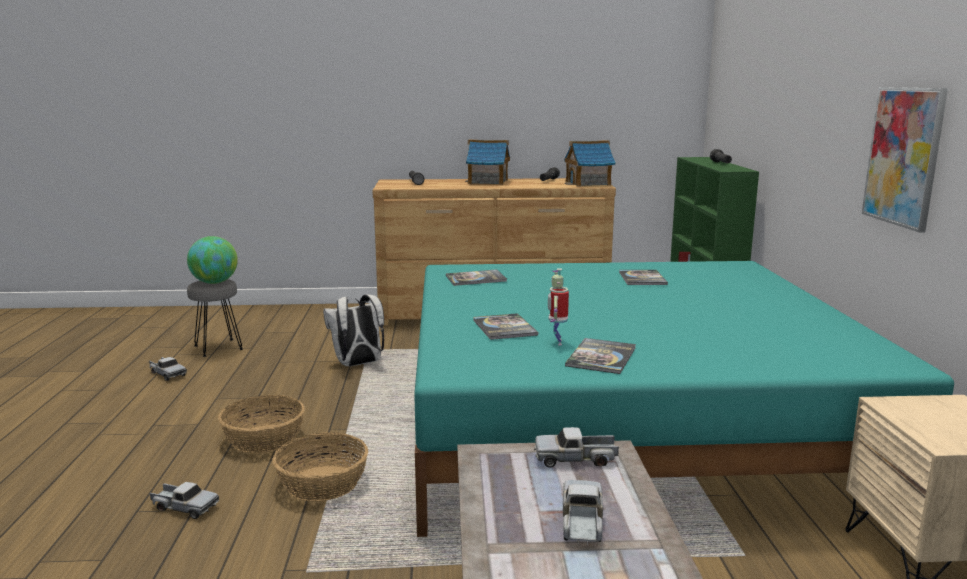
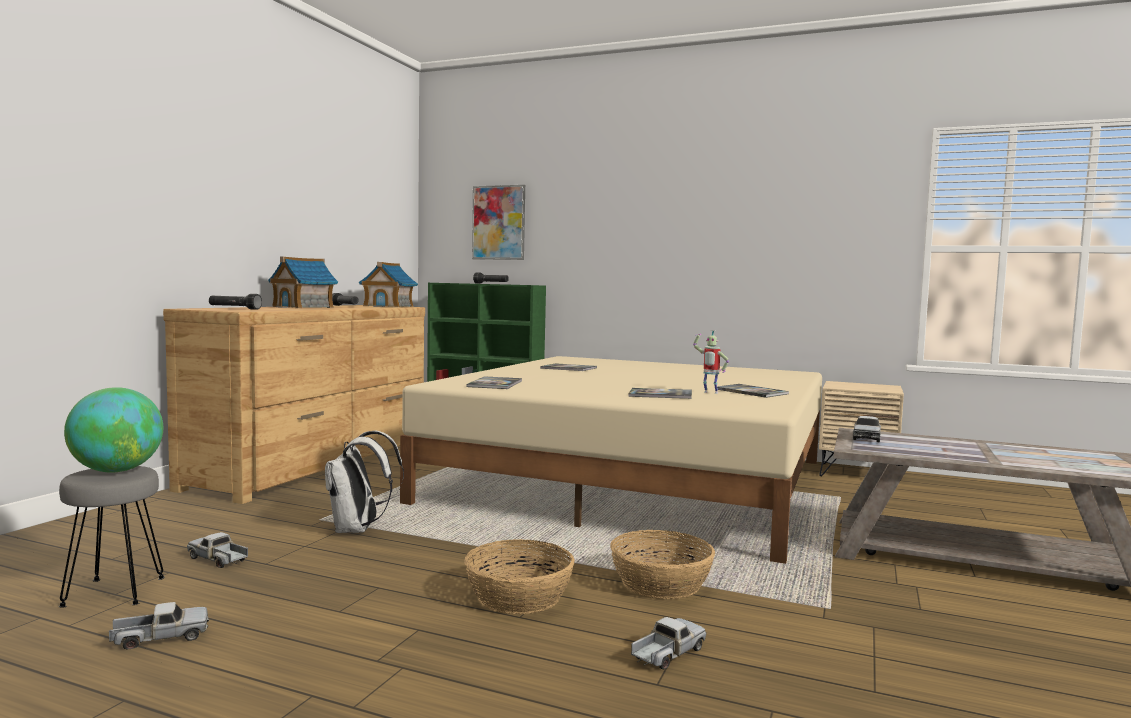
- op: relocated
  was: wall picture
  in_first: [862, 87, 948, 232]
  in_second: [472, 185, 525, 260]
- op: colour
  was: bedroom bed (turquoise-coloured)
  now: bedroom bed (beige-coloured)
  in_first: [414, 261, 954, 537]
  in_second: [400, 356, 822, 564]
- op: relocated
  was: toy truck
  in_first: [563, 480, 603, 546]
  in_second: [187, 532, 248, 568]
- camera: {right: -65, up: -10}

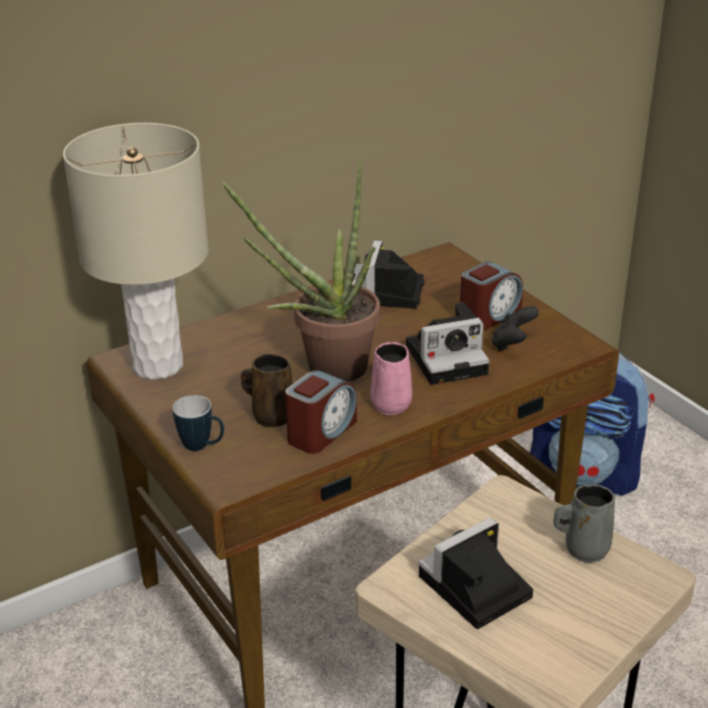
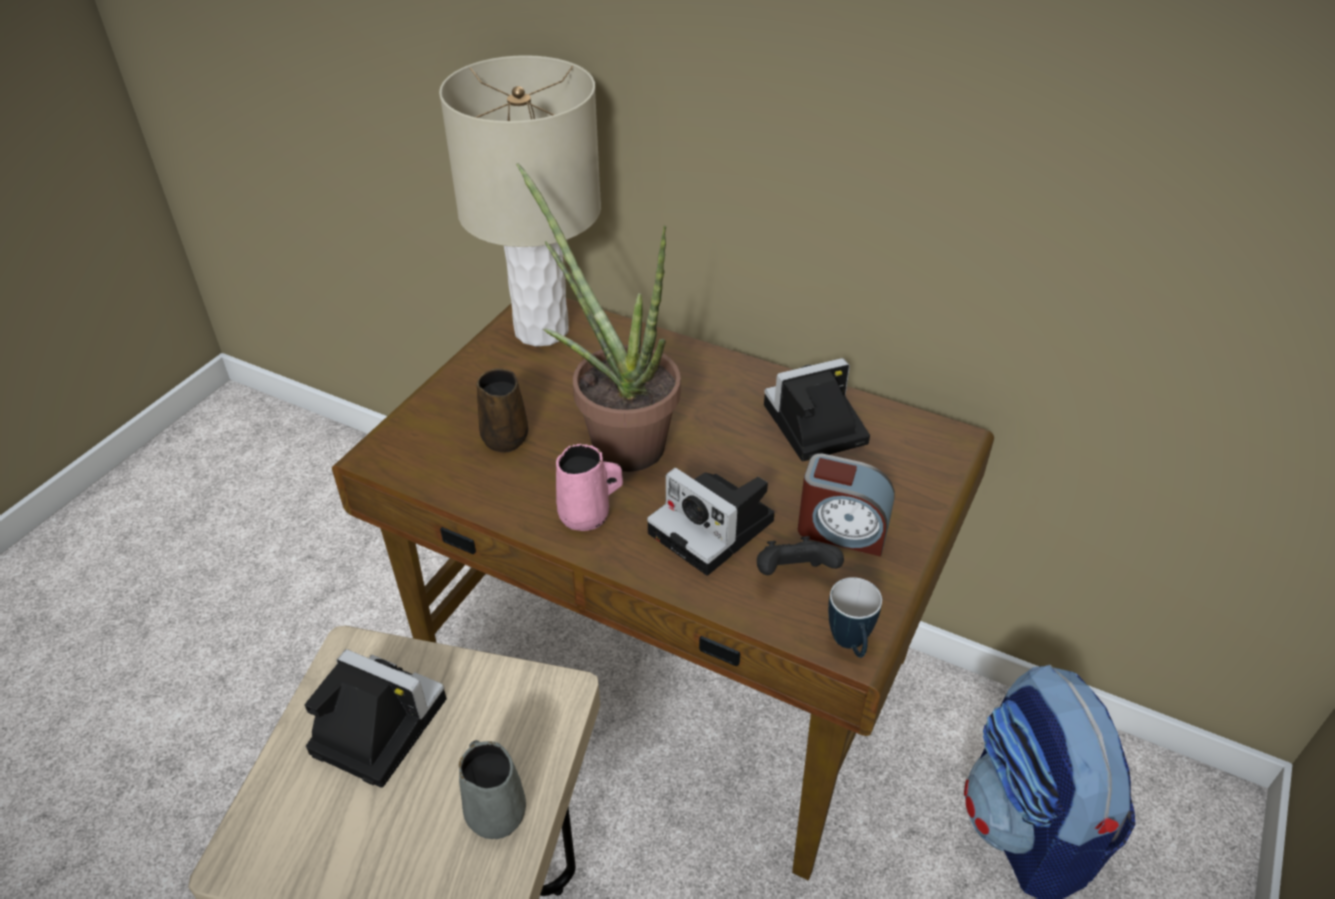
- op: missing
  was: table clock
  in_first: [285, 370, 357, 454]
- op: relocated
  was: tea mug
  in_first: [173, 395, 224, 451]
  in_second: [828, 577, 882, 658]
- camera: {right: 60, up: 10}

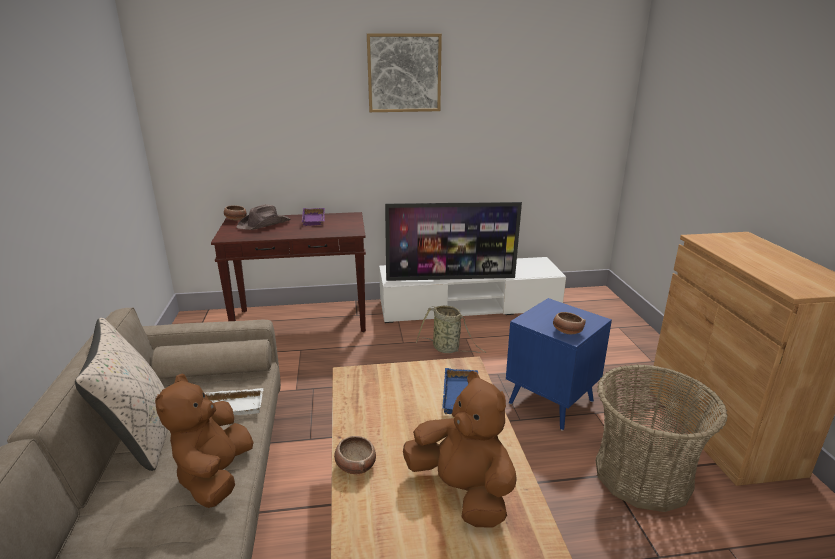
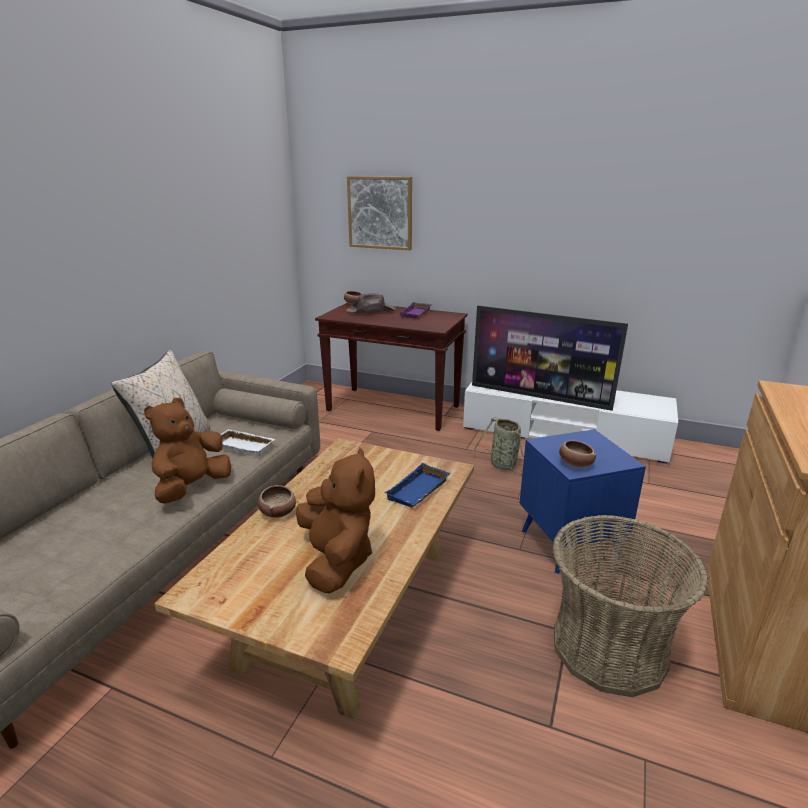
- op: relocated
  was: wall picture
  in_first: [367, 33, 442, 112]
  in_second: [347, 176, 412, 250]
- camera: {right: 30, up: 0}

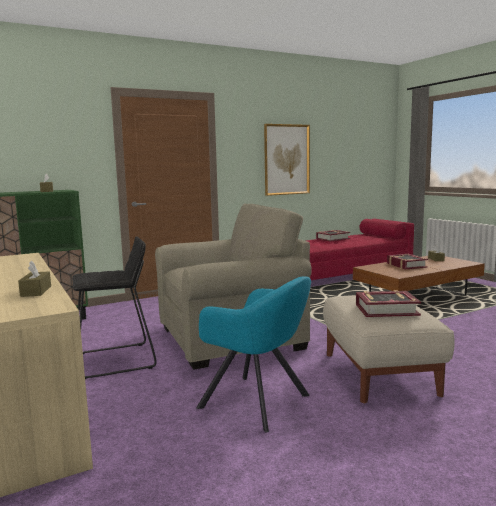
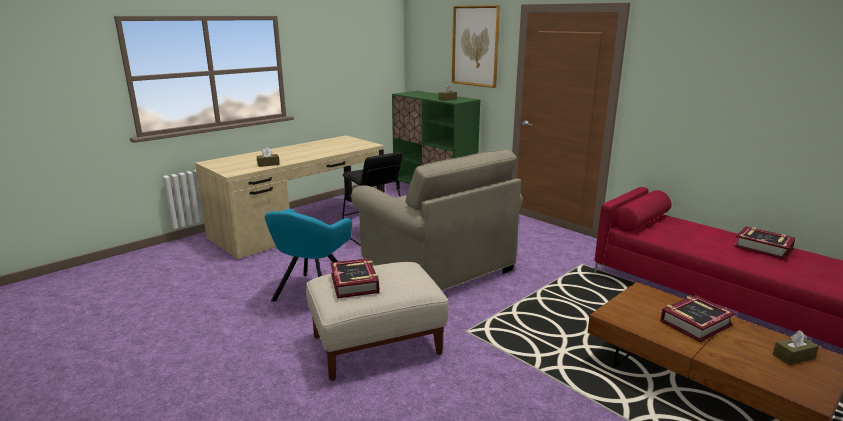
- op: relocated
  was: wall picture
  in_first: [264, 124, 310, 196]
  in_second: [452, 5, 500, 88]
- camera: {right: 75, up: 10}

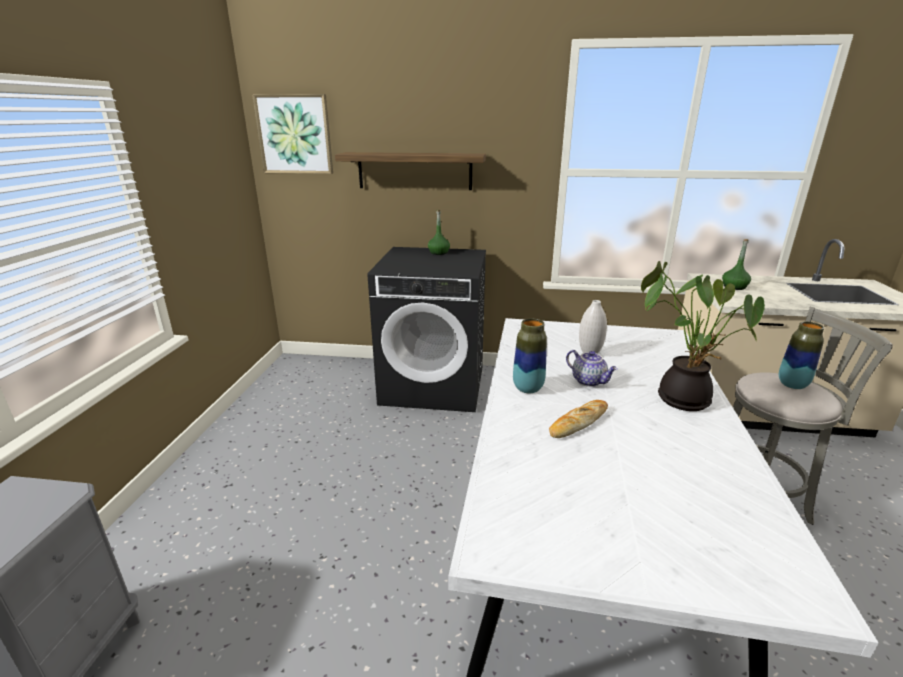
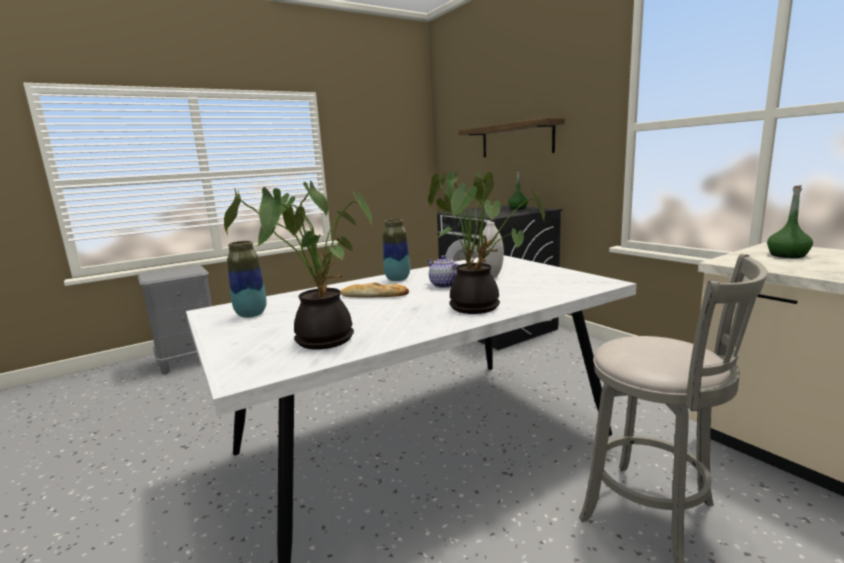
- op: missing
  was: wall picture
  in_first: [252, 94, 333, 174]
- op: relocated
  was: vase
  in_first: [779, 322, 824, 389]
  in_second: [227, 241, 267, 318]
- op: spun
  was: pot for tea
  in_first: [566, 350, 618, 387]
  in_second: [427, 255, 459, 288]
  clockwise: 135
- op: appeared
  now: houseplant
  in_second: [224, 181, 372, 350]
- camera: {right: 50, up: -10}

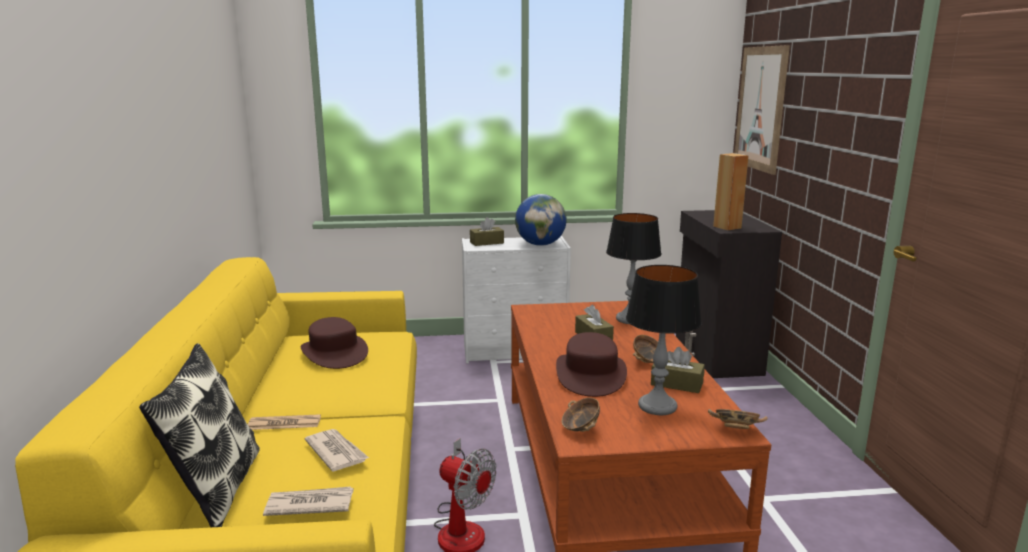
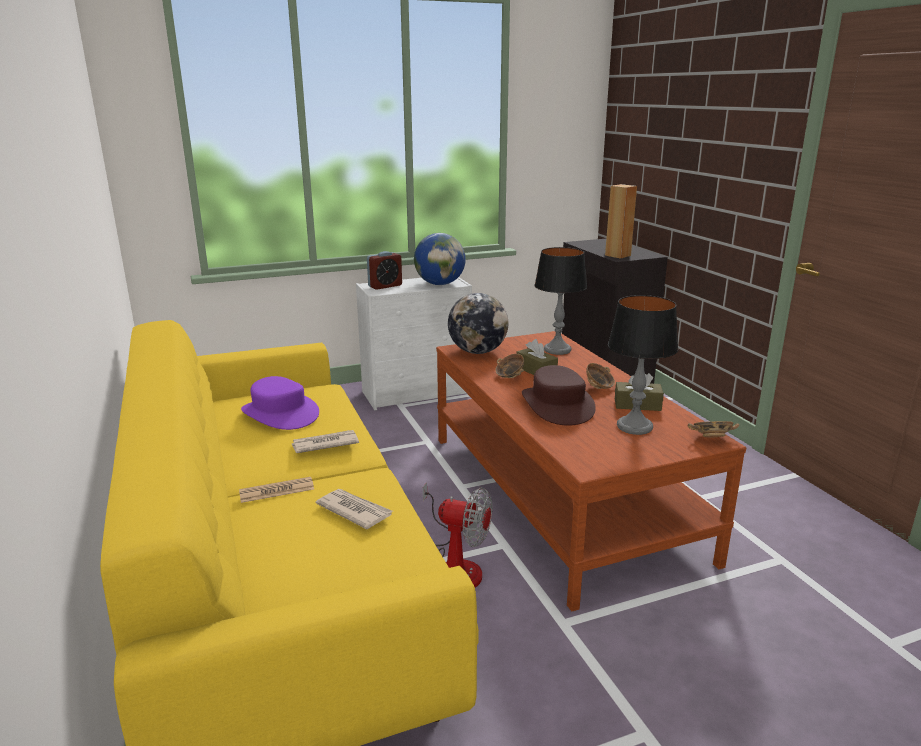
- op: missing
  was: wall picture
  in_first: [735, 45, 790, 175]
- op: exchanged
  was: tissue holder (brown)
  now: table clock
  in_first: [470, 217, 504, 246]
  in_second: [367, 251, 402, 290]
- op: colour
  was: wearable hat (brown)
  now: wearable hat (purple)
  in_first: [301, 317, 368, 369]
  in_second: [241, 376, 319, 430]
- op: missing
  was: throw pillow
  in_first: [139, 344, 260, 527]
- op: relocated
  was: bowl
  in_first: [562, 398, 600, 432]
  in_second: [495, 354, 524, 378]
- op: relocated
  was: daily paper
  in_first: [263, 486, 353, 516]
  in_second: [292, 430, 359, 453]
- op: appeared
  now: world globe
  in_second: [448, 293, 508, 354]
- camera: {right: -15, up: 5}

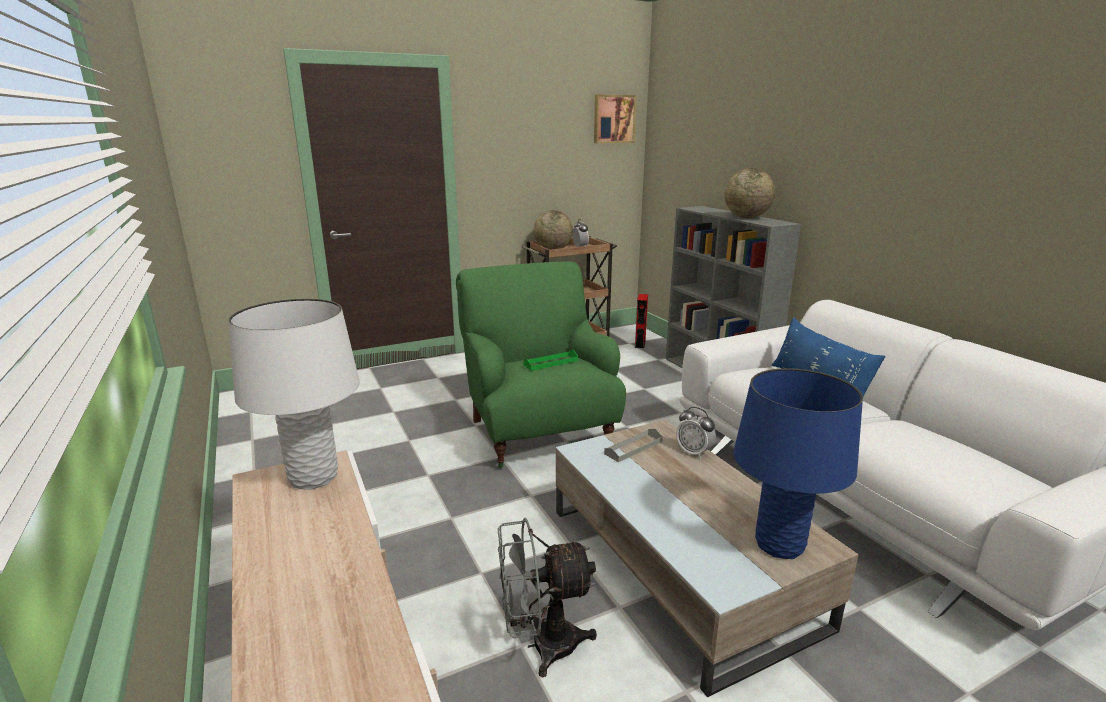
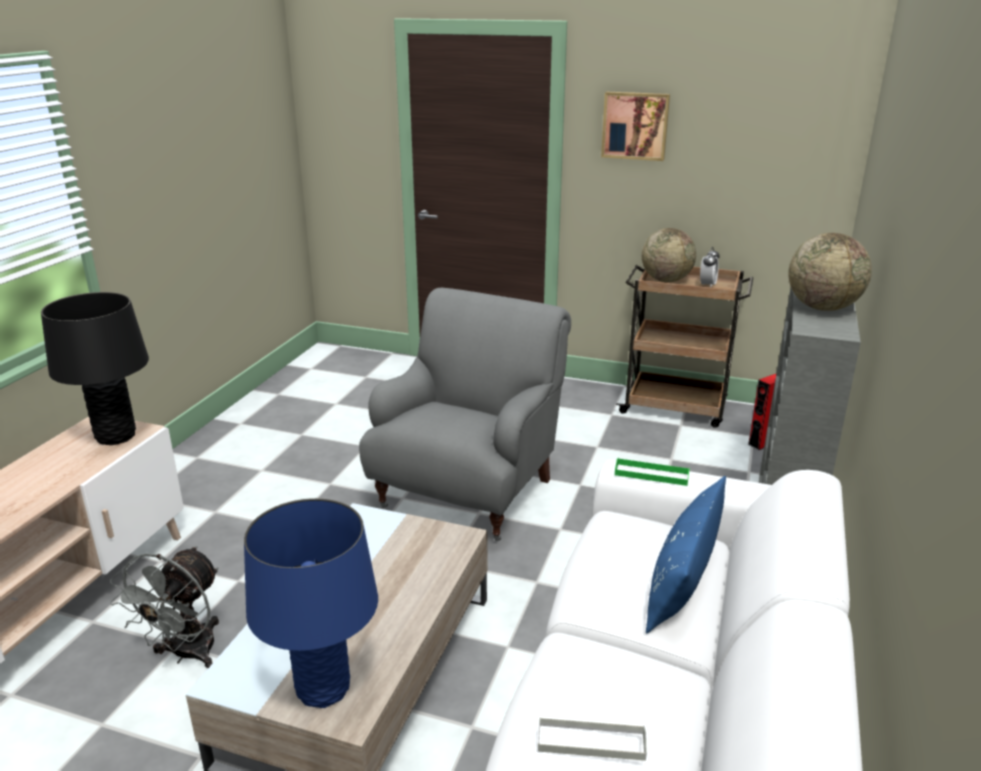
- op: relocated
  was: wall picture
  in_first: [594, 95, 637, 143]
  in_second: [601, 92, 670, 161]
- op: colour
  was: armchair (green)
  now: armchair (greyish)
  in_first: [456, 261, 626, 468]
  in_second: [359, 288, 571, 541]
- op: colour
  was: tabletop lamp (white)
  now: tabletop lamp (black-coloured)
  in_first: [228, 299, 360, 490]
  in_second: [41, 292, 149, 445]
- op: relocated
  was: carrying tray (green)
  in_first: [523, 350, 578, 371]
  in_second: [615, 458, 690, 486]
- op: missing
  was: table clock
  in_first: [676, 407, 716, 459]
- op: relocated
  was: carrying tray (greyish)
  in_first: [604, 429, 663, 462]
  in_second: [538, 717, 647, 761]
- op: spun
  was: electric fan (greyish)
  in_first: [498, 518, 597, 678]
  in_second: [110, 546, 219, 668]
  clockwise: -105
- camera: {right: 45, up: 5}

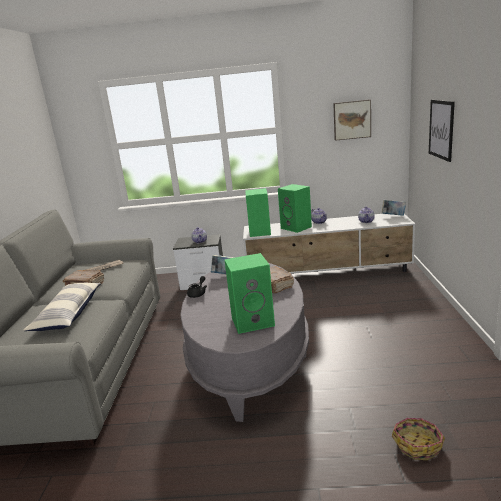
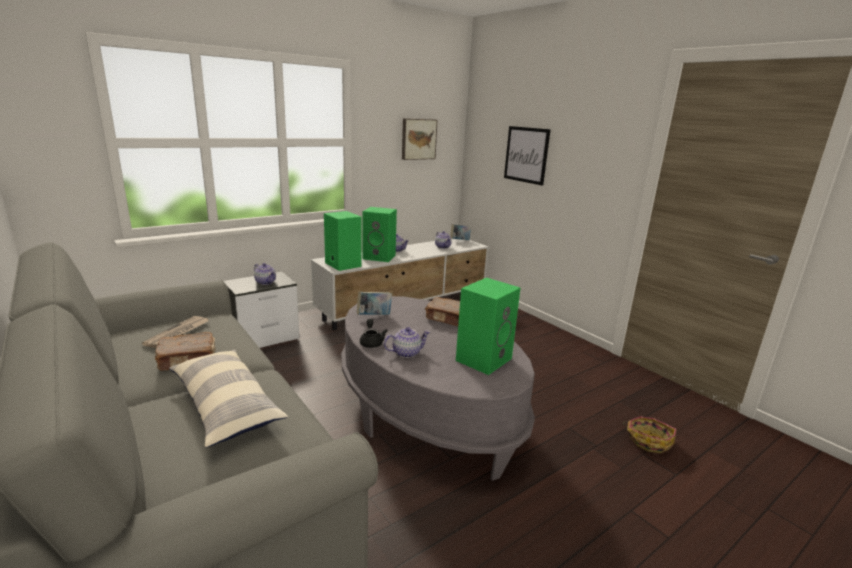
- op: appeared
  now: pot for tea
  in_second: [384, 327, 430, 358]
- camera: {right: -40, up: 0}

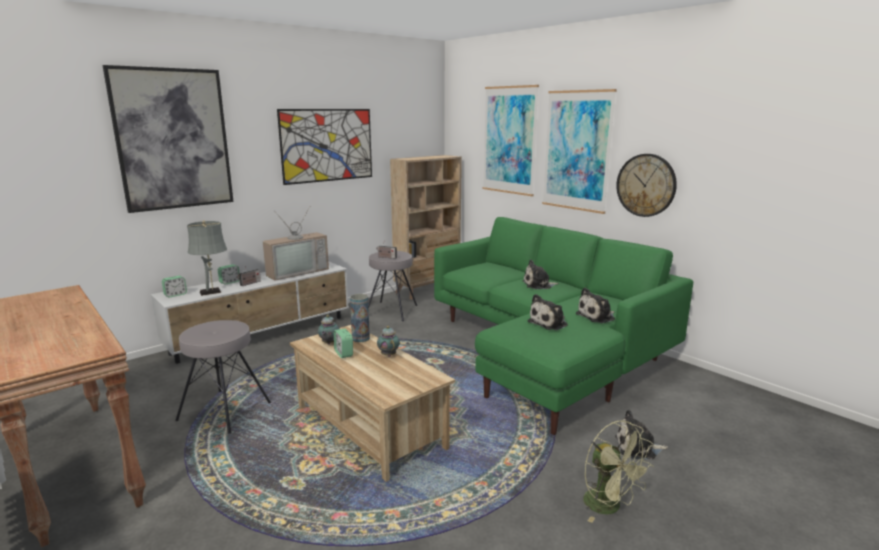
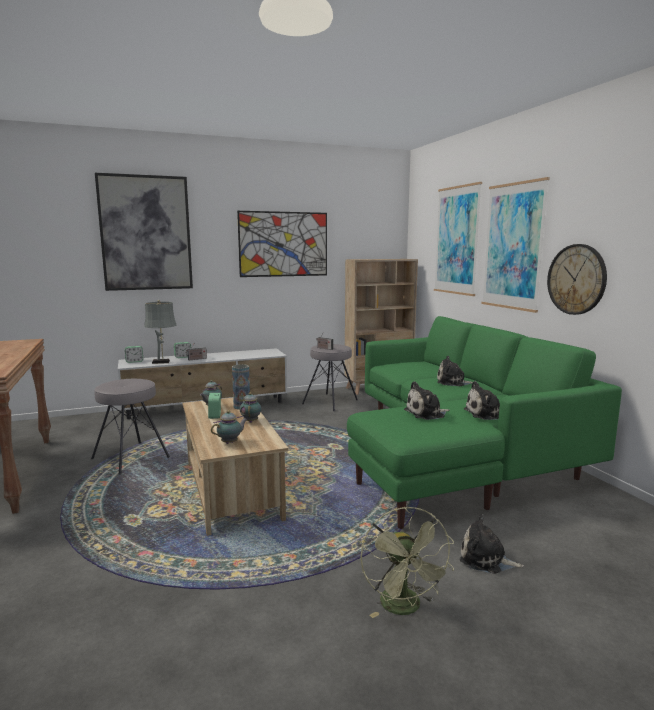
- op: missing
  was: TV
  in_first: [263, 207, 329, 281]
- op: appeared
  now: pot for tea
  in_second: [211, 410, 248, 444]
- camera: {right: 20, up: -5}

